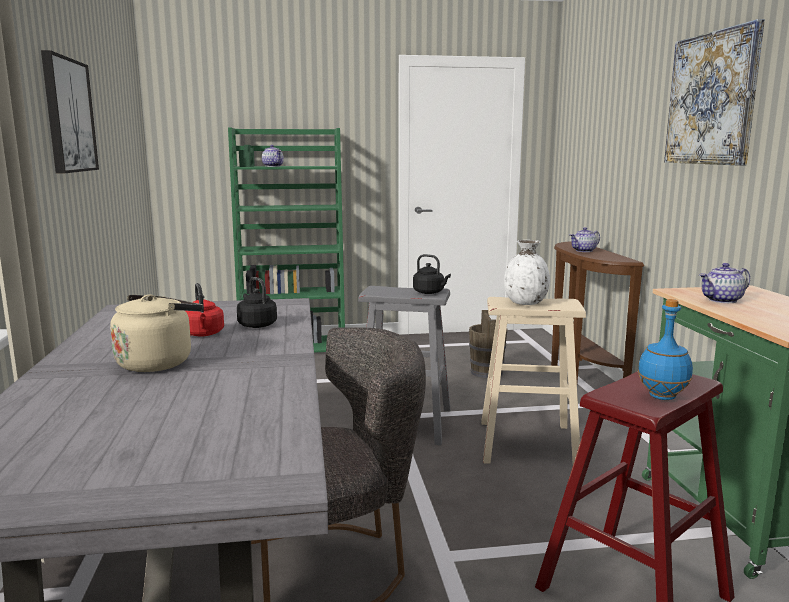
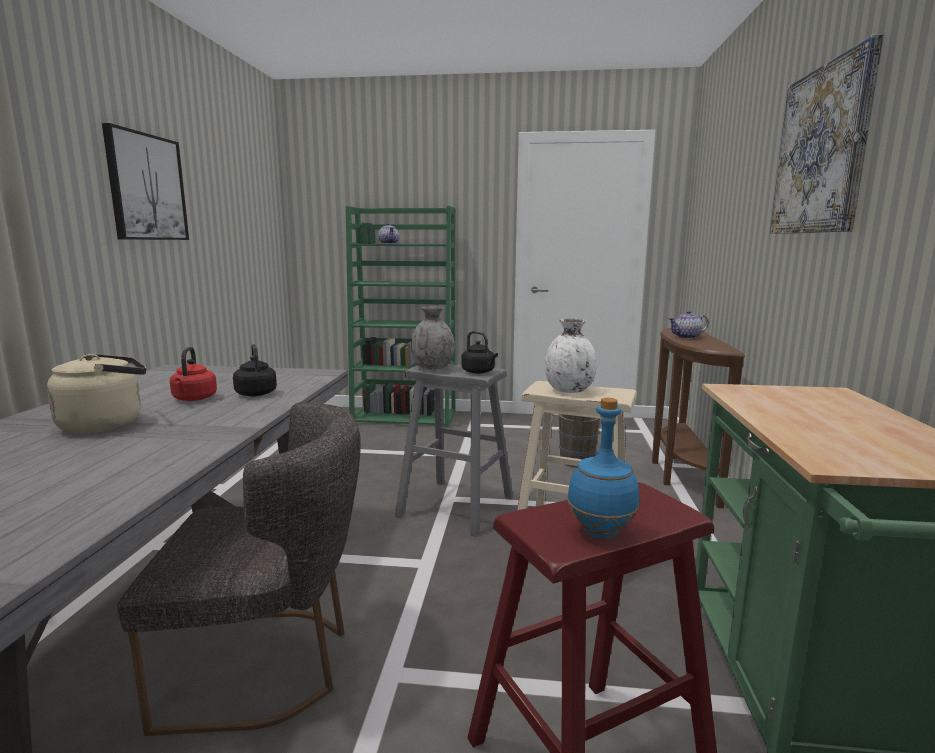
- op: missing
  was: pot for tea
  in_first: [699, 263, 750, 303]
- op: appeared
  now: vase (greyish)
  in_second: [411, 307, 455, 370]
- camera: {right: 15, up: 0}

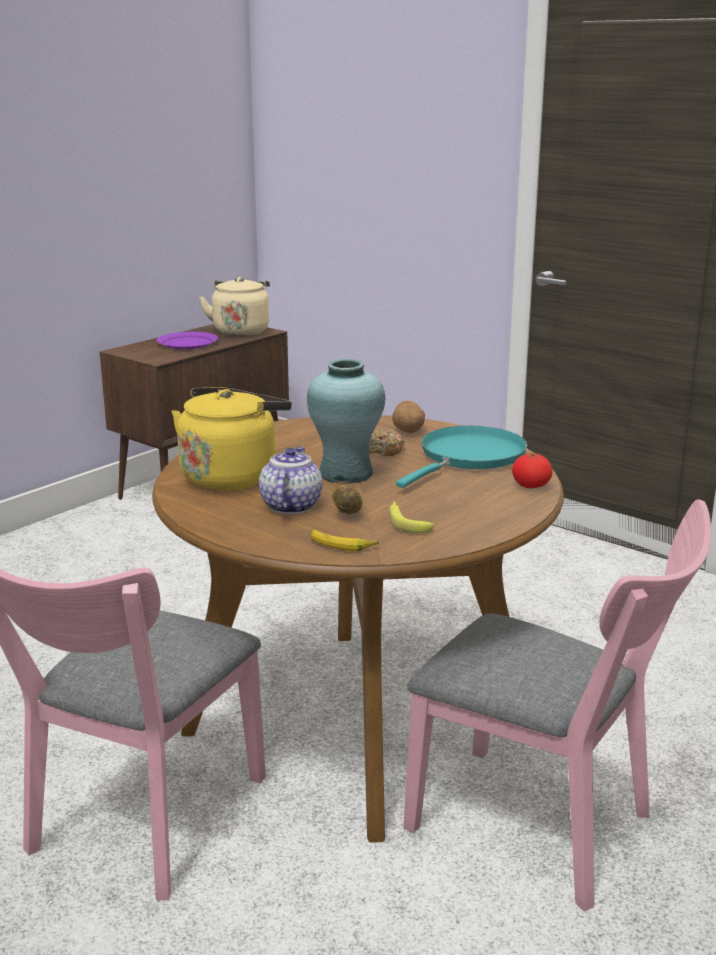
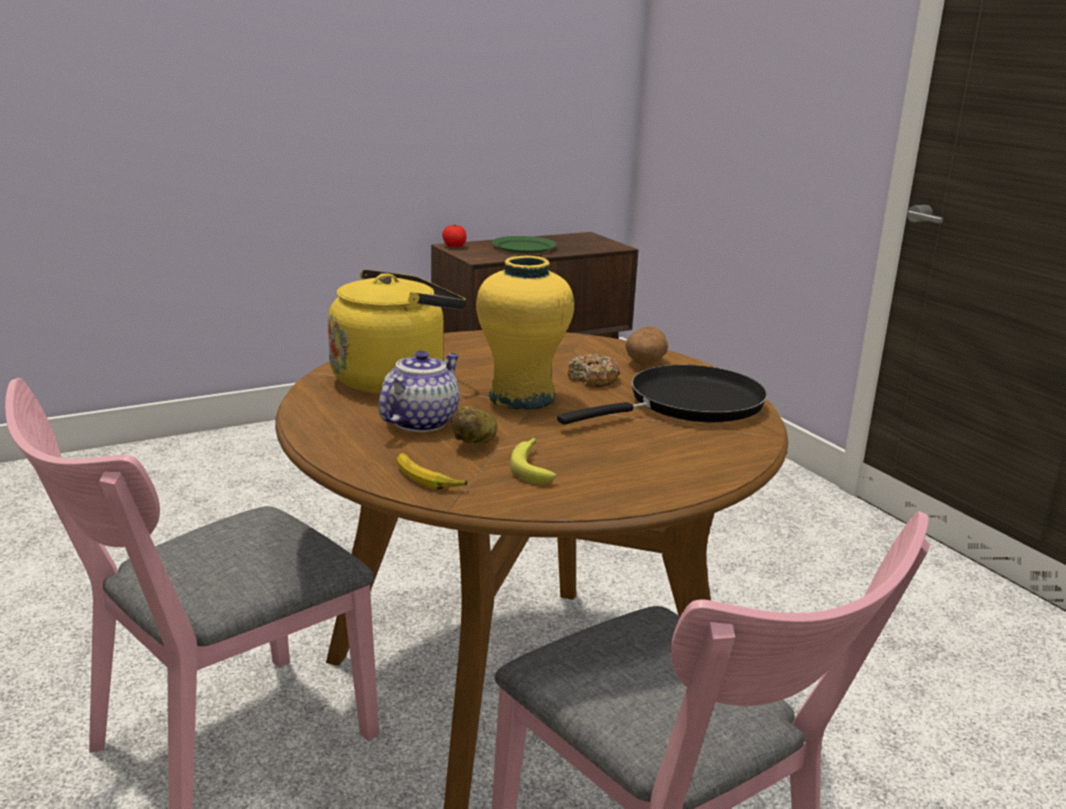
- op: missing
  was: tea kettle (beige-coloured)
  in_first: [199, 277, 270, 336]
- op: colour
  was: plate (purple)
  now: plate (green)
  in_first: [156, 332, 218, 349]
  in_second: [492, 236, 557, 254]
- op: colour
  was: vase (turquoise-coloured)
  now: vase (yellow-coloured)
  in_first: [307, 359, 386, 484]
  in_second: [476, 256, 574, 410]
- op: colour
  was: pan (turquoise-coloured)
  now: pan (black-coloured)
  in_first: [396, 426, 527, 488]
  in_second: [557, 365, 767, 425]
- op: relocated
  was: whole tomato
  in_first: [512, 453, 553, 488]
  in_second: [442, 225, 466, 247]
- camera: {right: 20, up: 0}

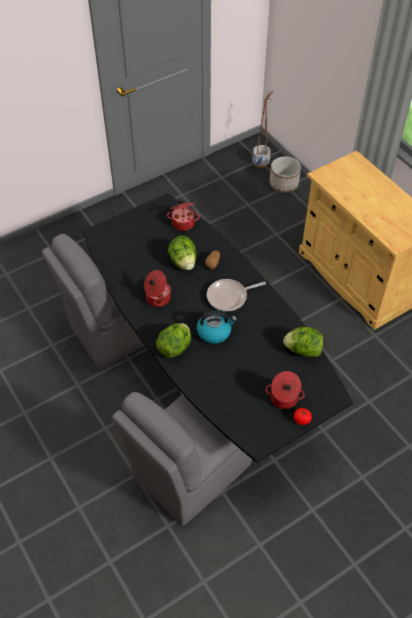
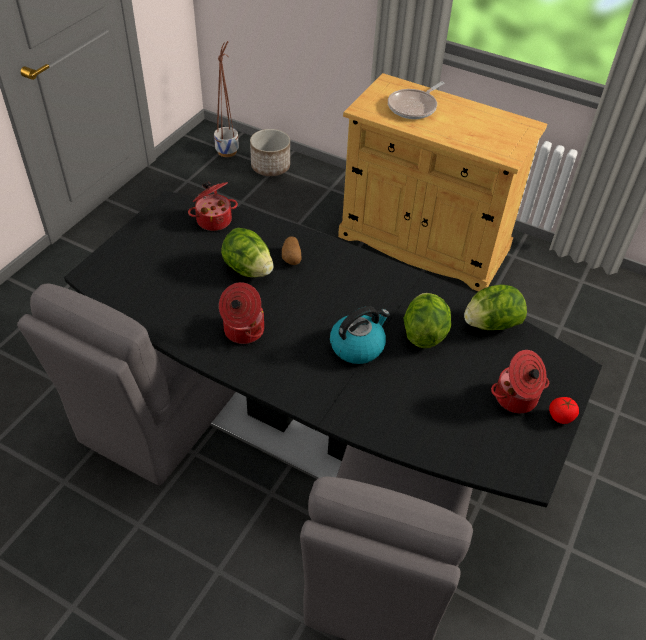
- op: relocated
  was: pan
  in_first: [207, 279, 266, 311]
  in_second: [388, 81, 444, 119]
- op: relocated
  was: lettuce head
  in_first: [156, 323, 191, 358]
  in_second: [404, 293, 451, 348]
- camera: {right: -30, up: -5}

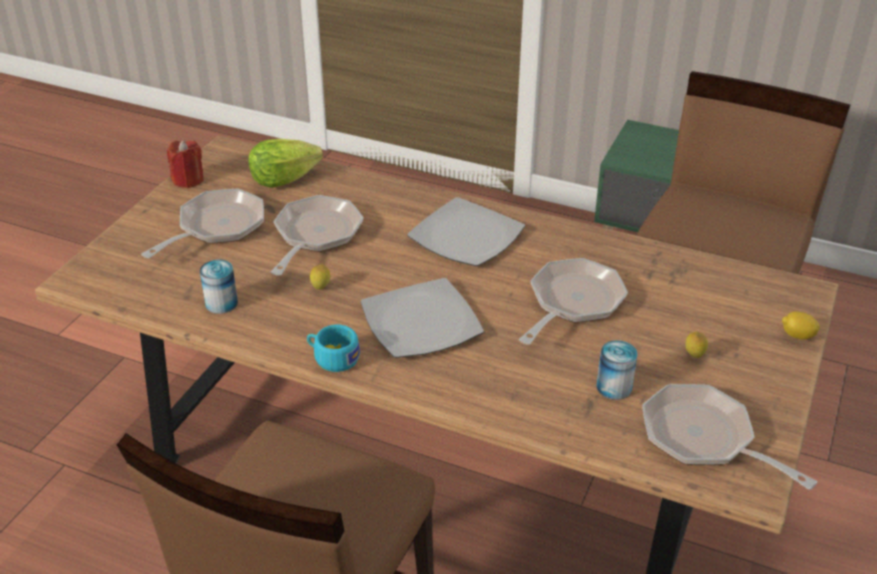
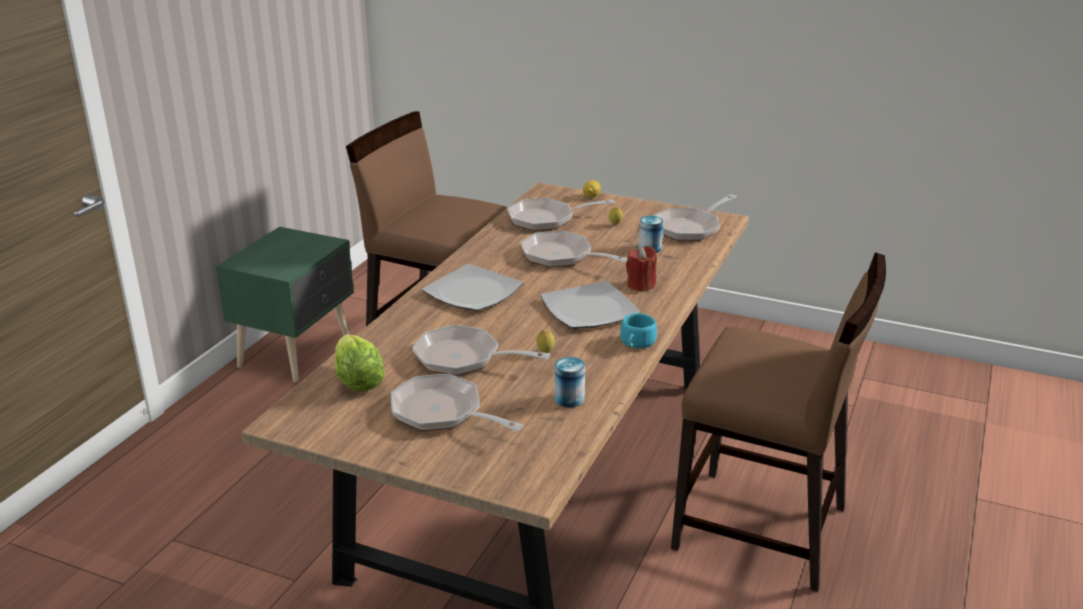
- op: relocated
  was: wax light (red-coloured)
  in_first: [167, 140, 204, 188]
  in_second: [626, 246, 657, 292]
- op: appeared
  now: pan
  in_second: [508, 198, 615, 231]
- camera: {right: -90, up: -10}

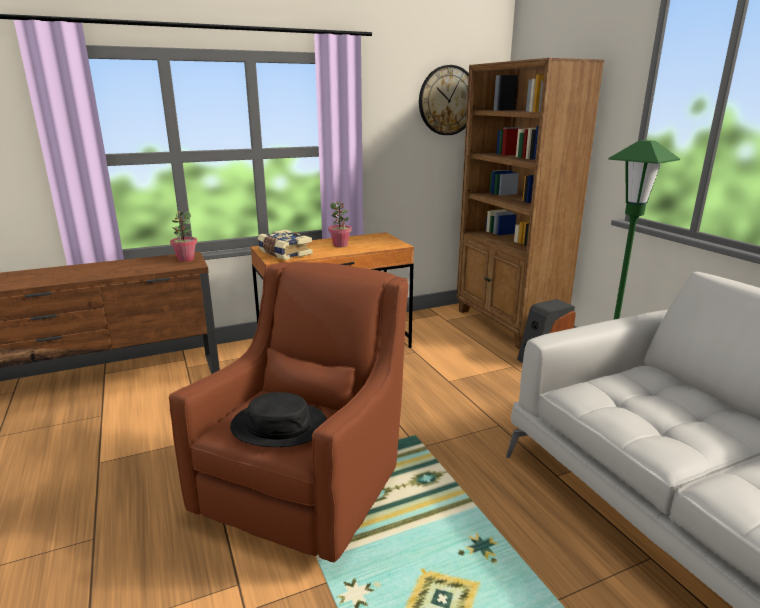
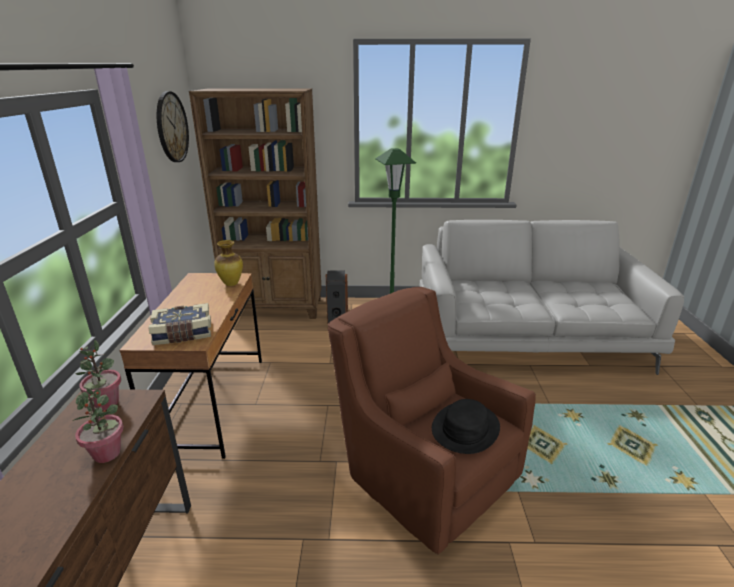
- op: relocated
  was: houseplant
  in_first: [328, 202, 352, 248]
  in_second: [72, 388, 124, 463]
- op: appeared
  now: vase
  in_second: [214, 240, 243, 286]
- camera: {right: -65, up: 5}

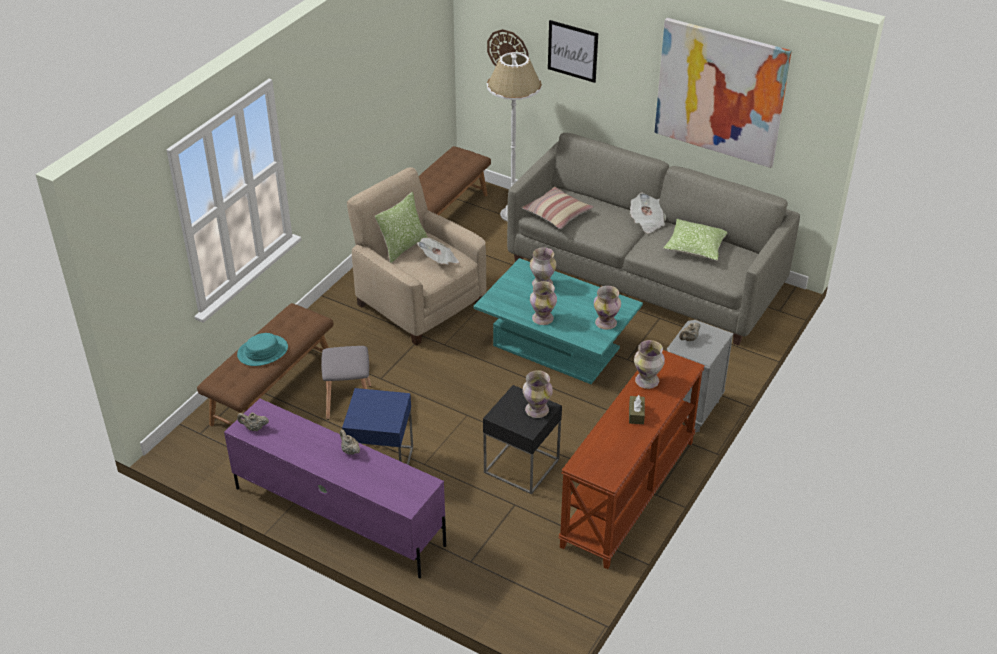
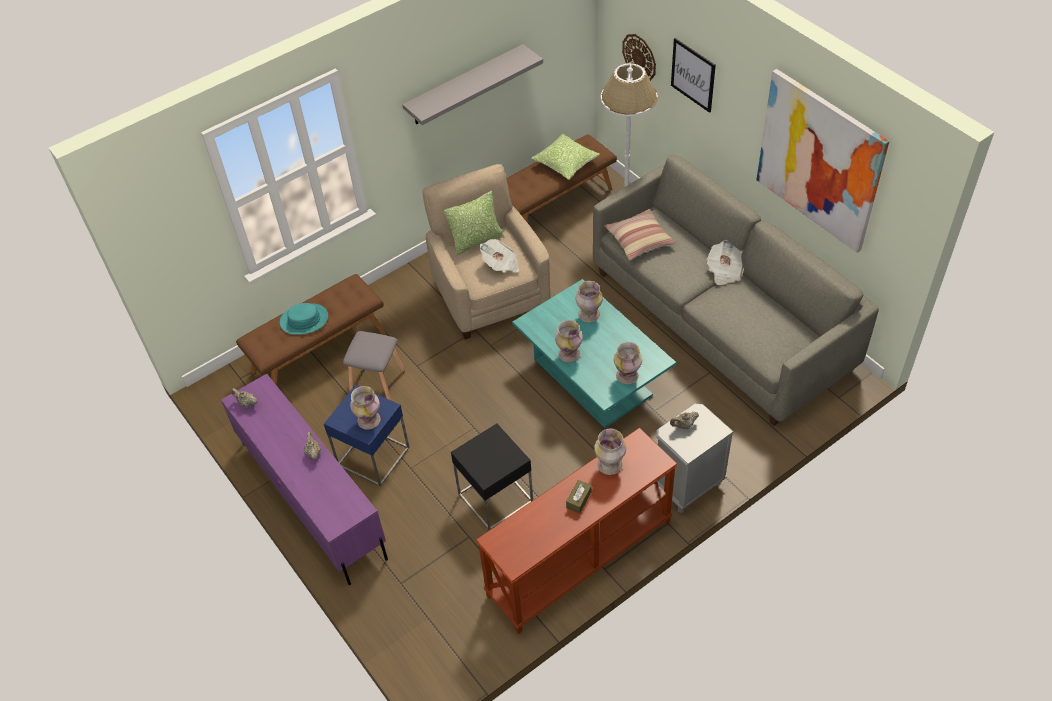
- op: relocated
  was: throw pillow
  in_first: [663, 219, 727, 261]
  in_second: [531, 134, 600, 180]
- op: relocated
  was: vase
  in_first: [523, 370, 553, 418]
  in_second: [350, 386, 381, 429]
- op: appeared
  now: shelf (greyish)
  in_second: [402, 44, 543, 125]
- camera: {right: 25, up: 10}

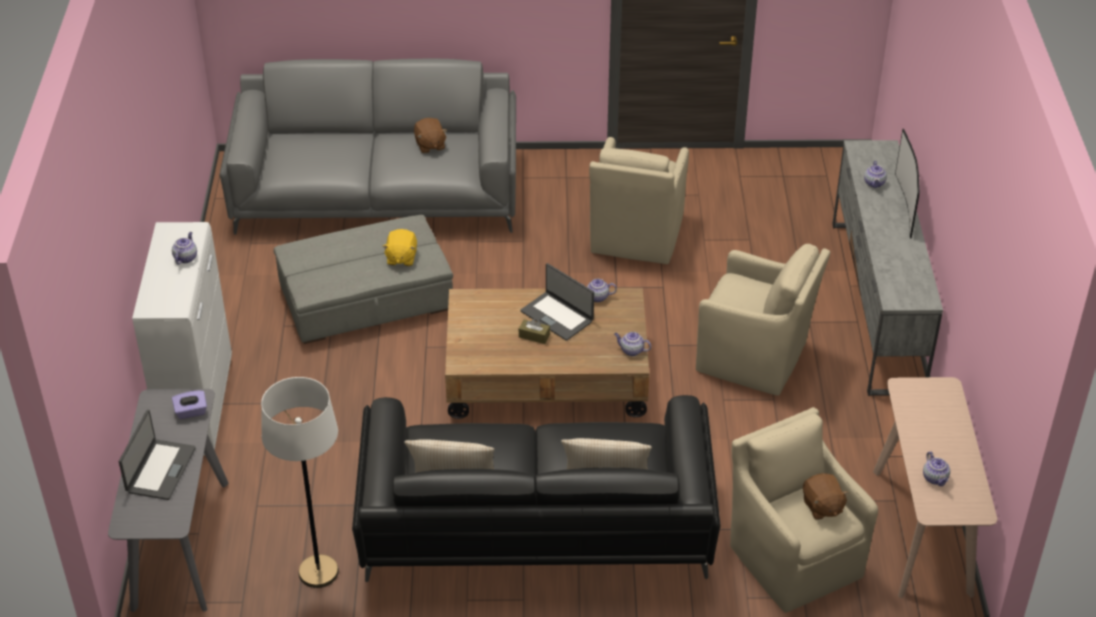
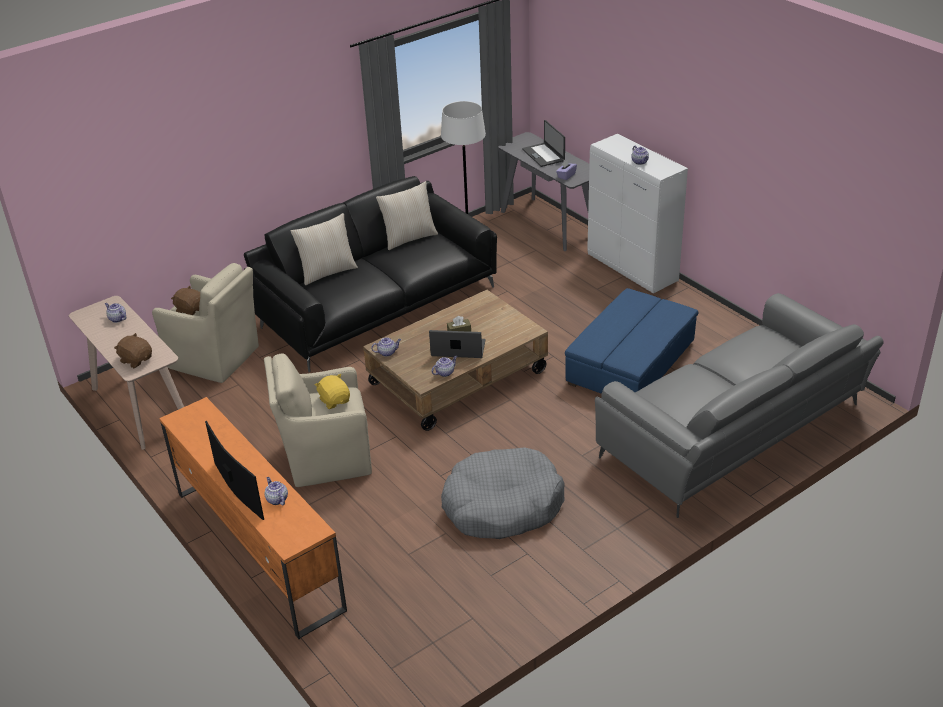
- op: relocated
  was: plush toy (brown)
  in_first: [414, 118, 448, 153]
  in_second: [114, 333, 152, 368]
- op: exchanged
  was: armchair (beige-coloured)
  now: dog cushion (greyish)
  in_first: [589, 137, 689, 264]
  in_second: [441, 447, 565, 539]
- op: colour
  was: tv unit (greyish)
  now: tv unit (orange-coloured)
  in_first: [832, 140, 943, 396]
  in_second: [159, 397, 347, 639]
- op: colour
  was: pouffe (greyish)
  now: pouffe (bluish)
  in_first: [274, 215, 453, 344]
  in_second: [565, 288, 698, 394]
- op: relocated
  was: plush toy (yellow-coloured)
  in_first: [382, 229, 417, 266]
  in_second: [315, 374, 350, 409]
- camera: {right: 145, up: -5}

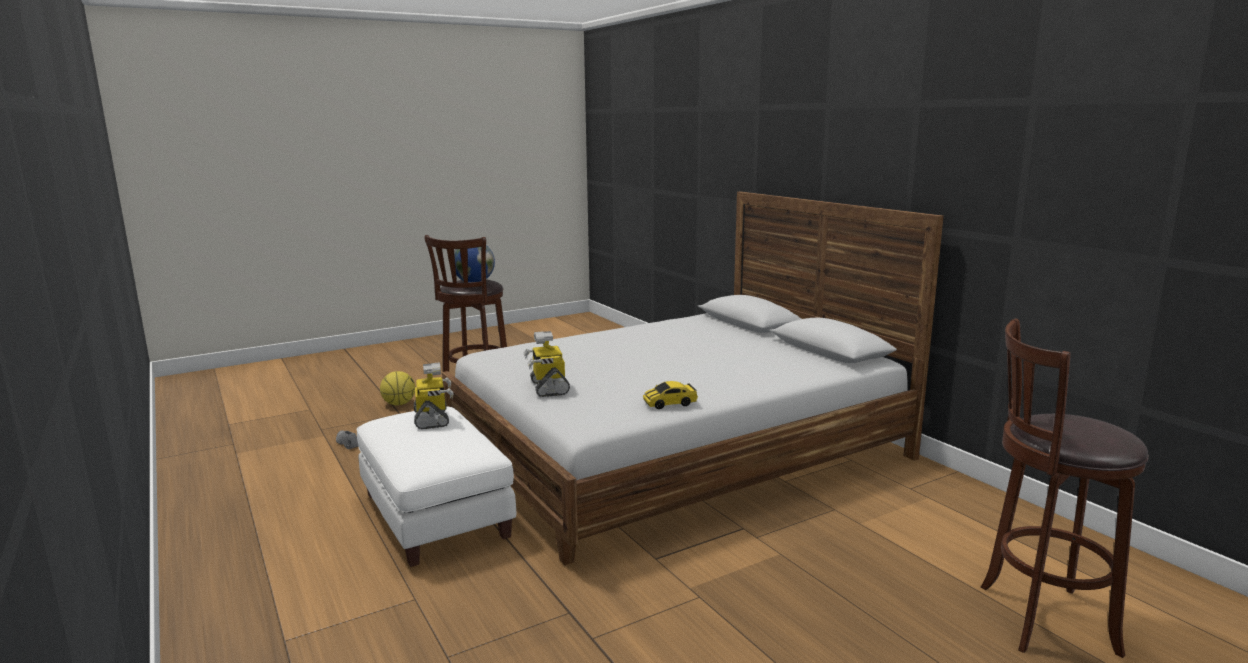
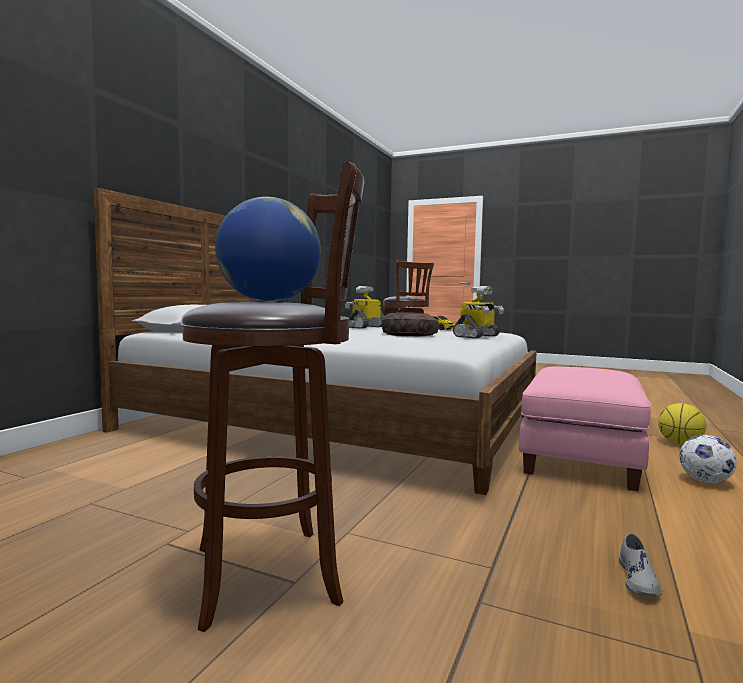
- op: relocated
  was: toy robot
  in_first: [414, 362, 453, 429]
  in_second: [345, 286, 384, 328]
- op: relocated
  was: basketball ball
  in_first: [380, 371, 415, 406]
  in_second: [658, 403, 707, 445]
- op: colour
  was: pouffe (white)
  now: pouffe (pink-coloured)
  in_first: [357, 406, 516, 567]
  in_second: [519, 367, 651, 491]
- op: appeared
  now: throw pillow (brown)
  in_second: [382, 312, 439, 336]
- op: appeared
  now: football ball
  in_second: [679, 435, 737, 483]
- camera: {right: -125, up: -10}

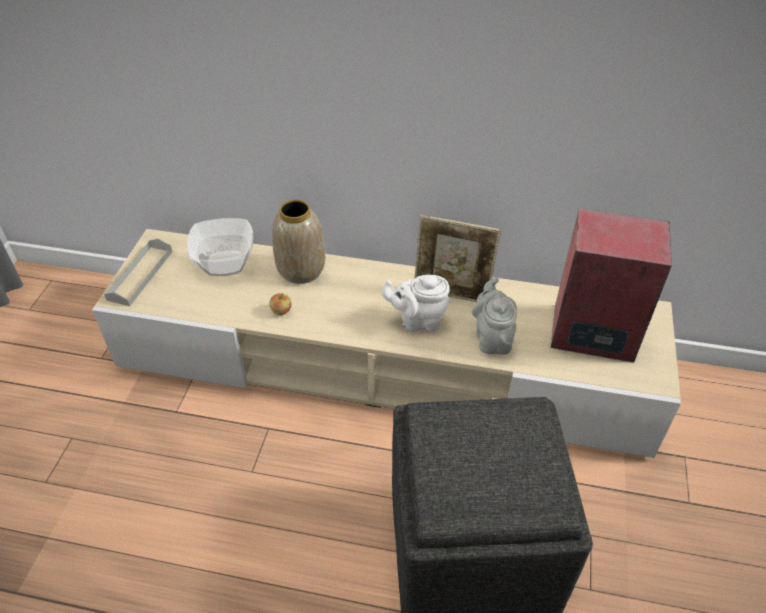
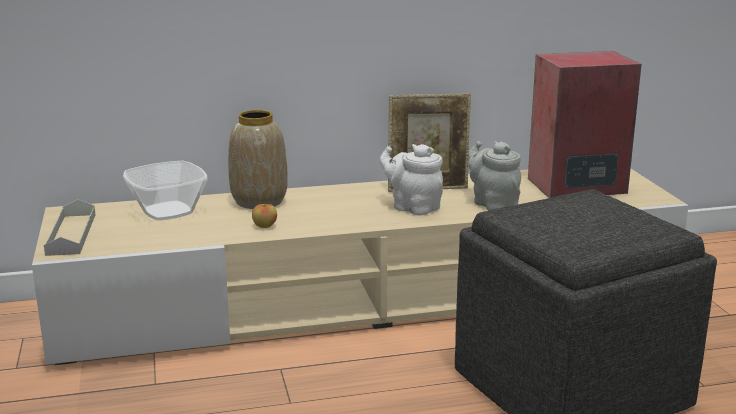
- op: spun
  was: pot for tea (white)
  in_first: [382, 275, 450, 332]
  in_second: [380, 144, 443, 215]
  clockwise: 60
- camera: {right: -25, up: -25}

